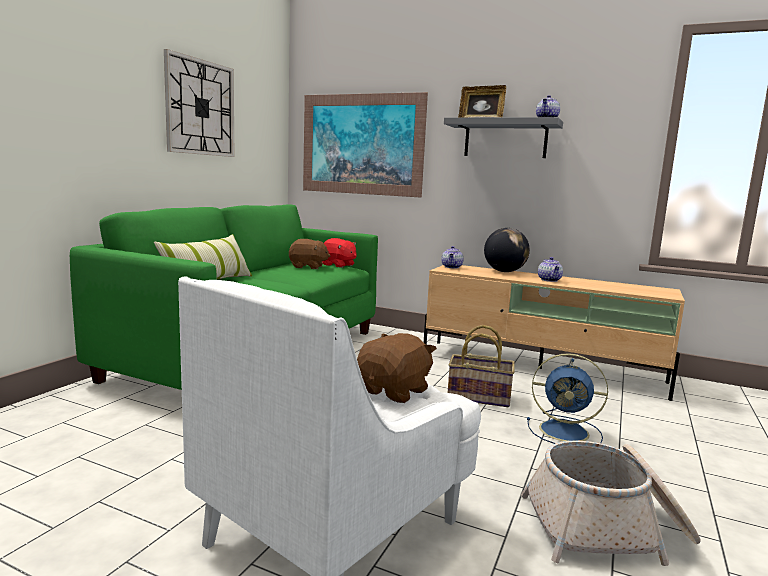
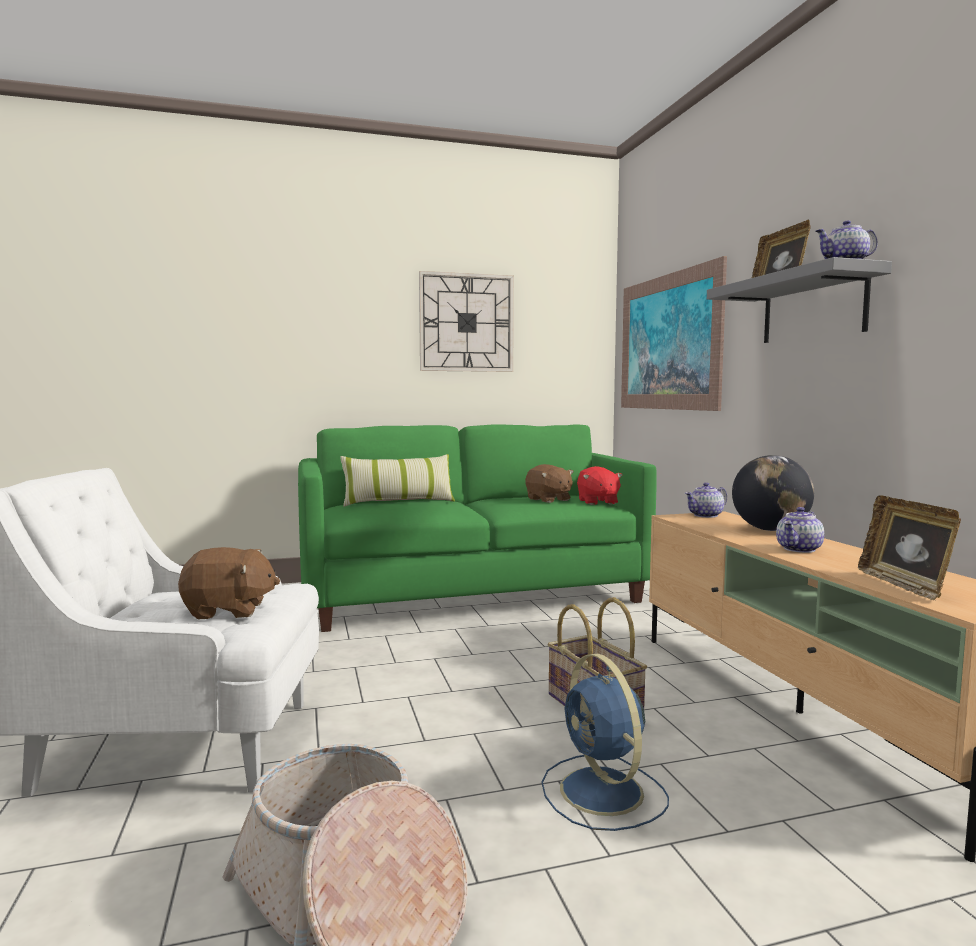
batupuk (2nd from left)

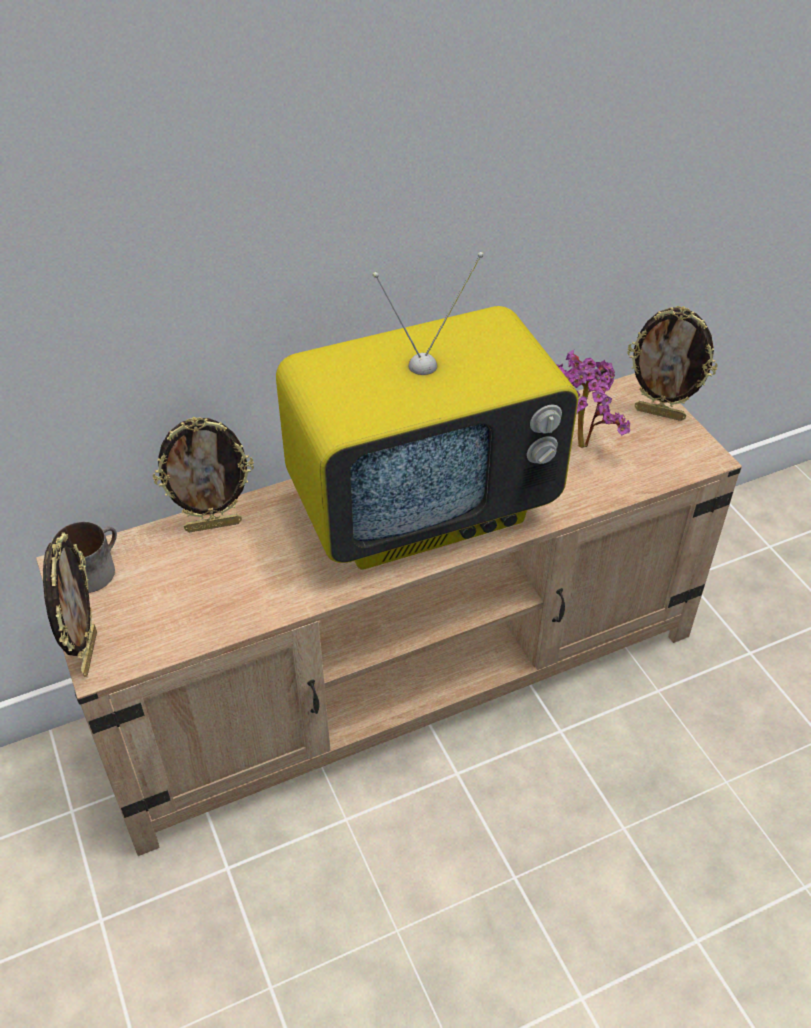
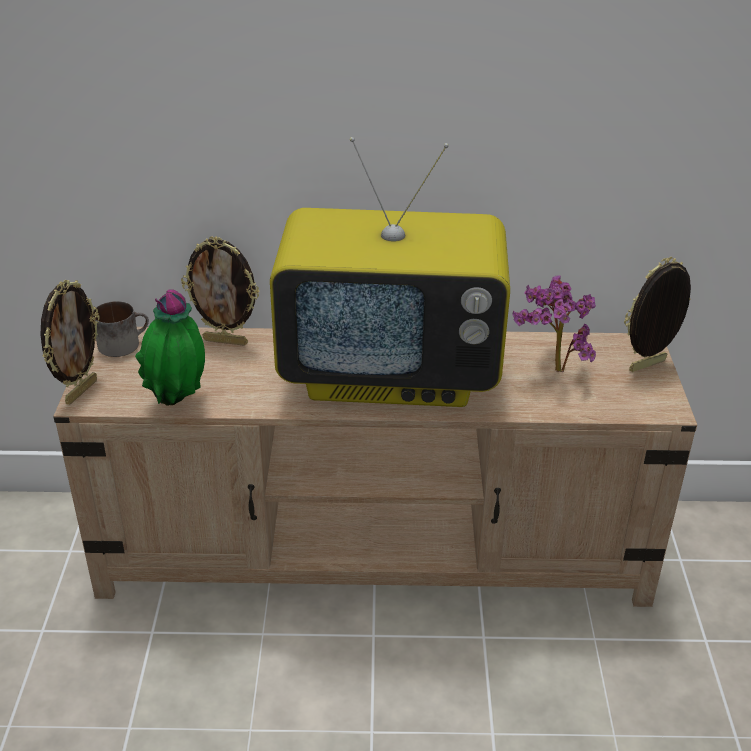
batupuk (3rd from left)
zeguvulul (1st from left)

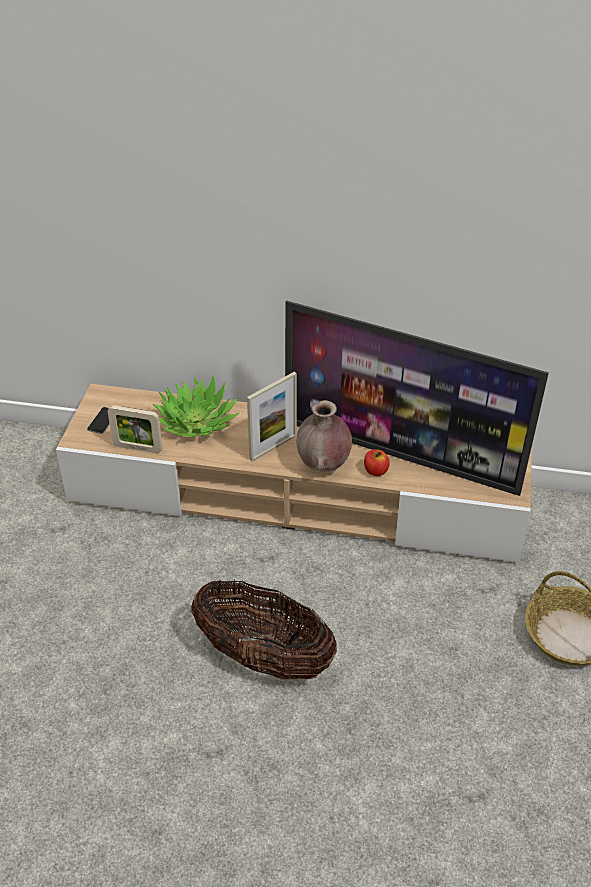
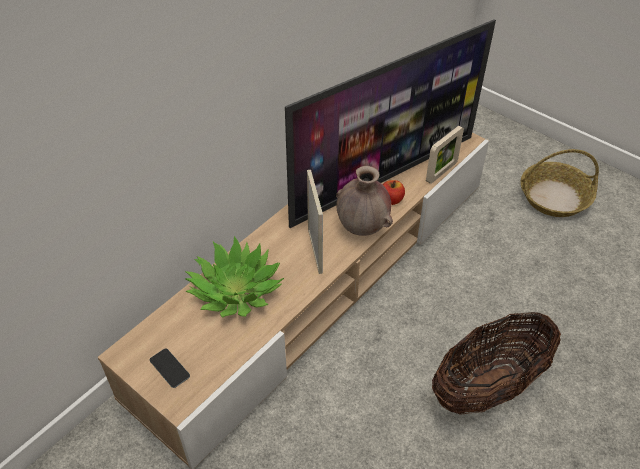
batupuk (2nd from left)

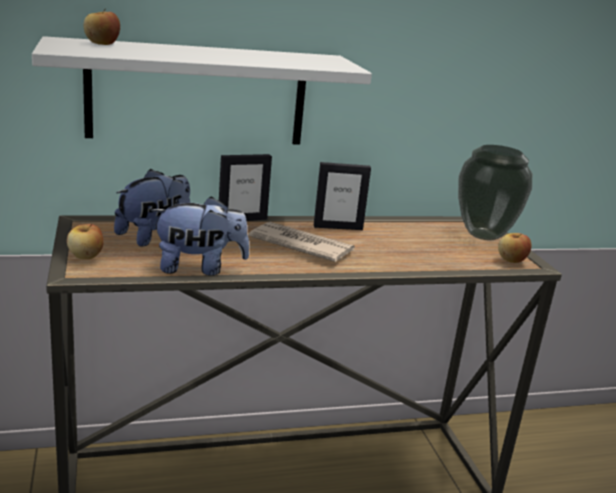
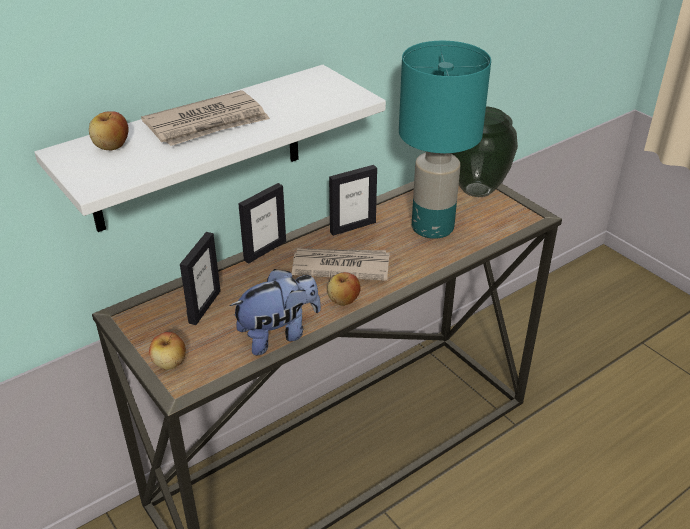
batupuk (1st from left)
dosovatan (3rd from left)
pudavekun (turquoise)
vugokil (1st from left)

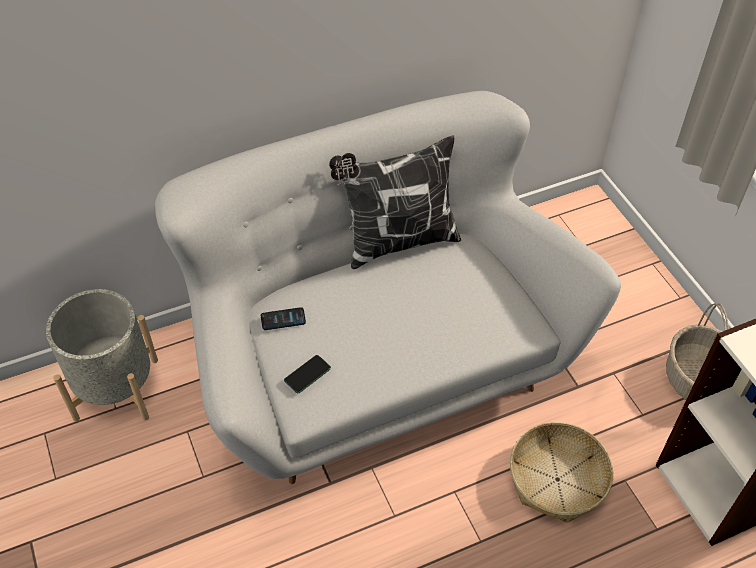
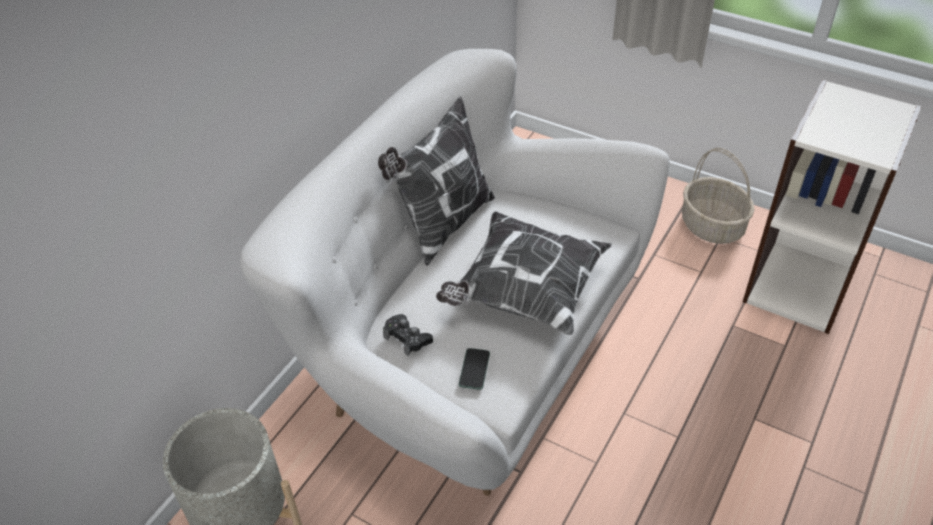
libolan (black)
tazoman (1st from left in the first image)
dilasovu (2nd from left)

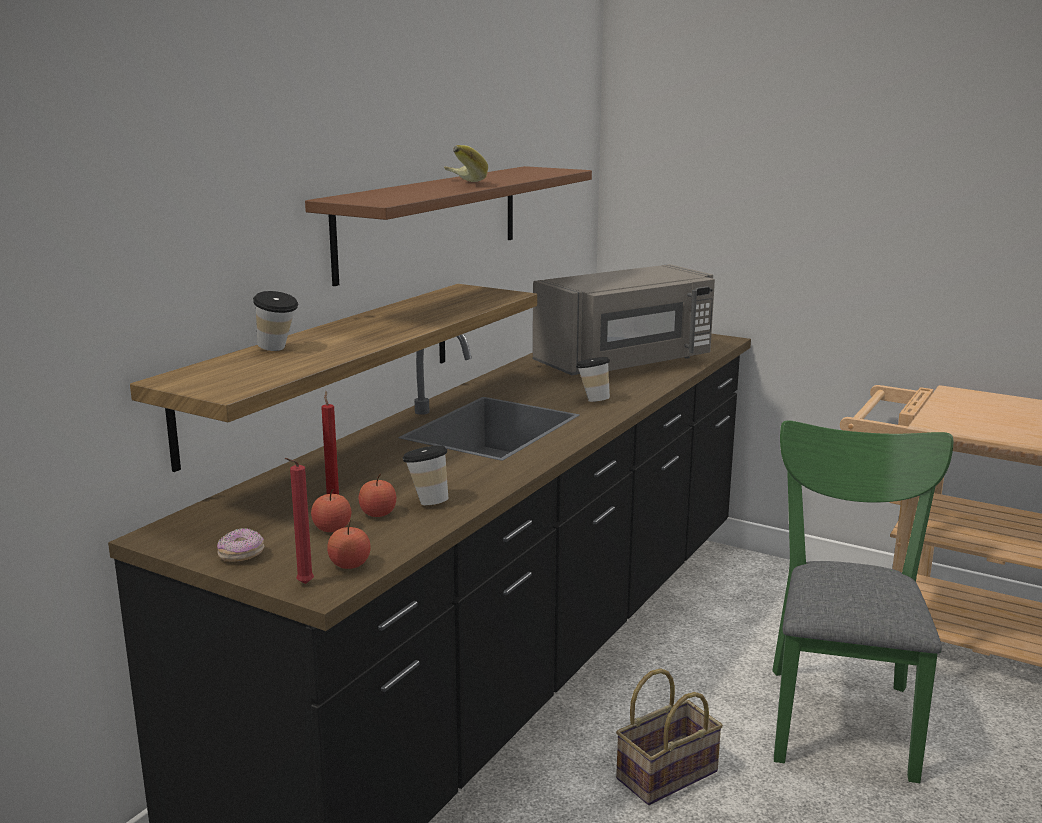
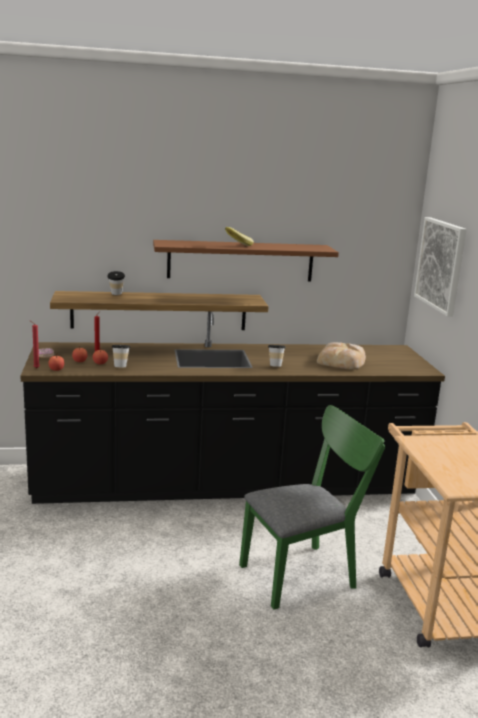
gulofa
tazoman
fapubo

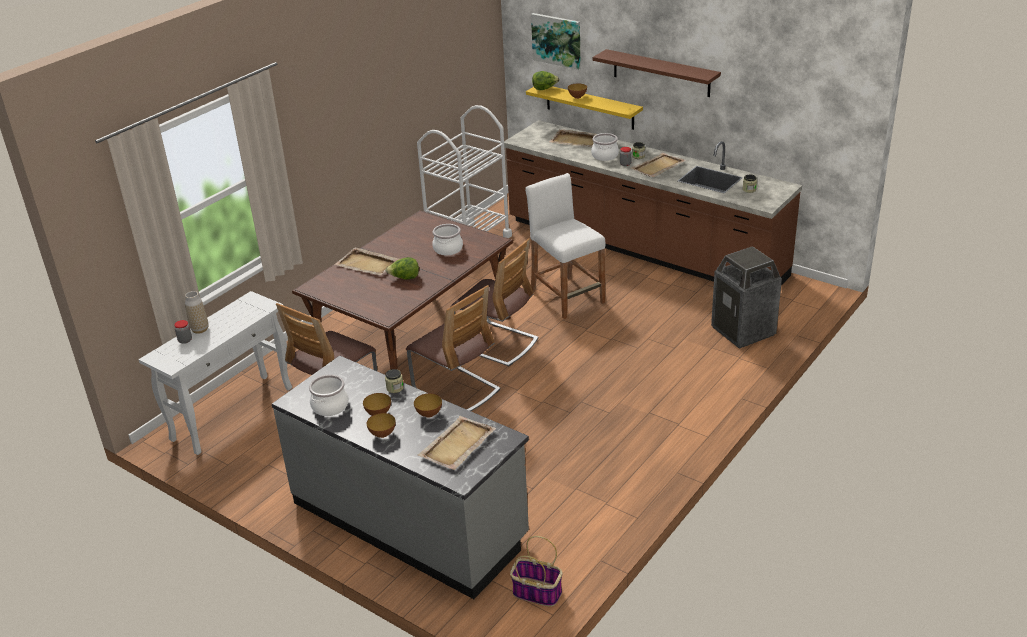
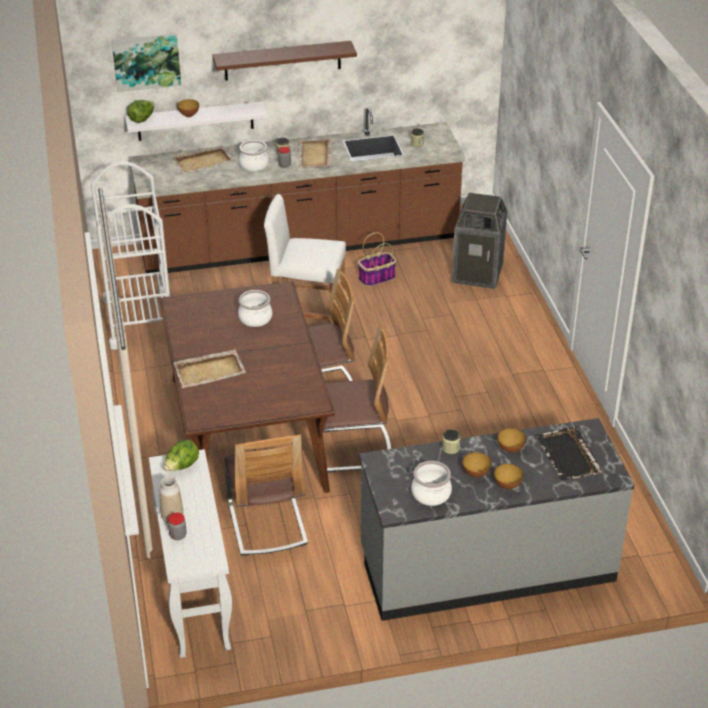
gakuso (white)
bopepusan (2nd from left)
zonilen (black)
tazoman

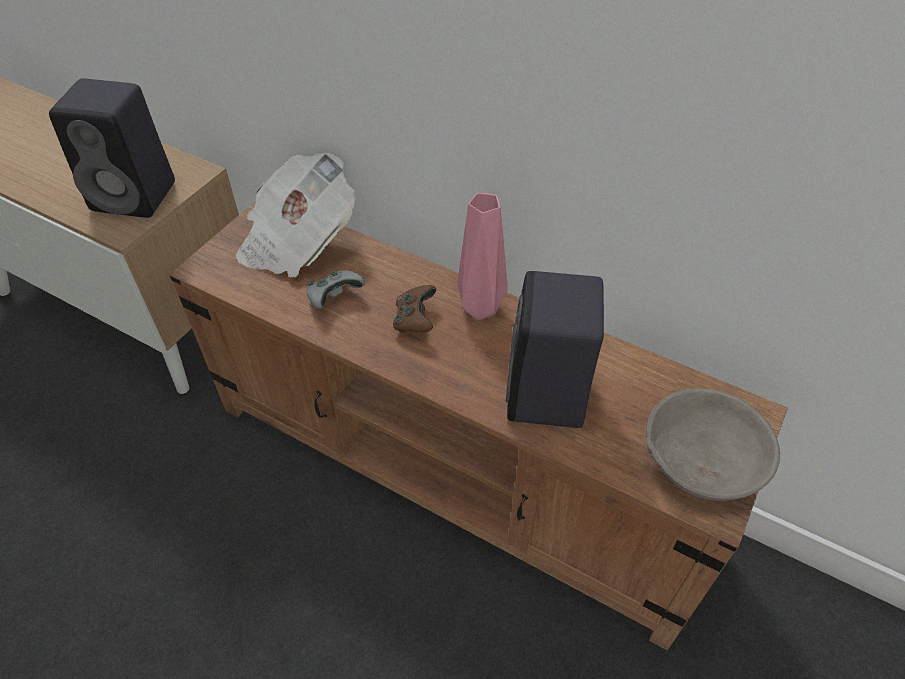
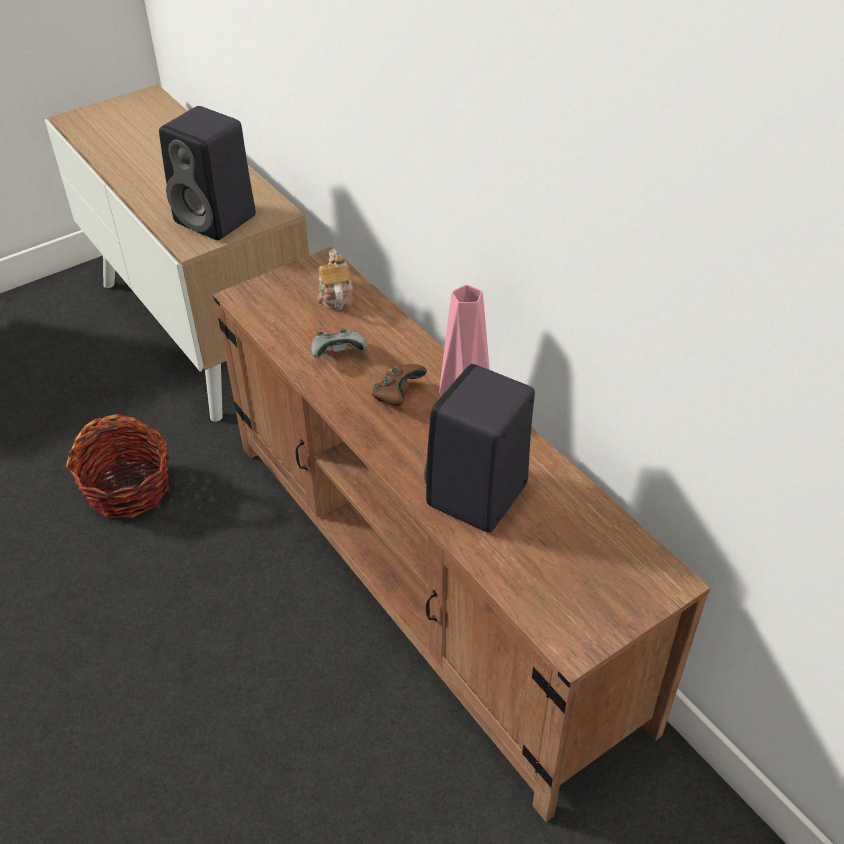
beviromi
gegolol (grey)
tazoman

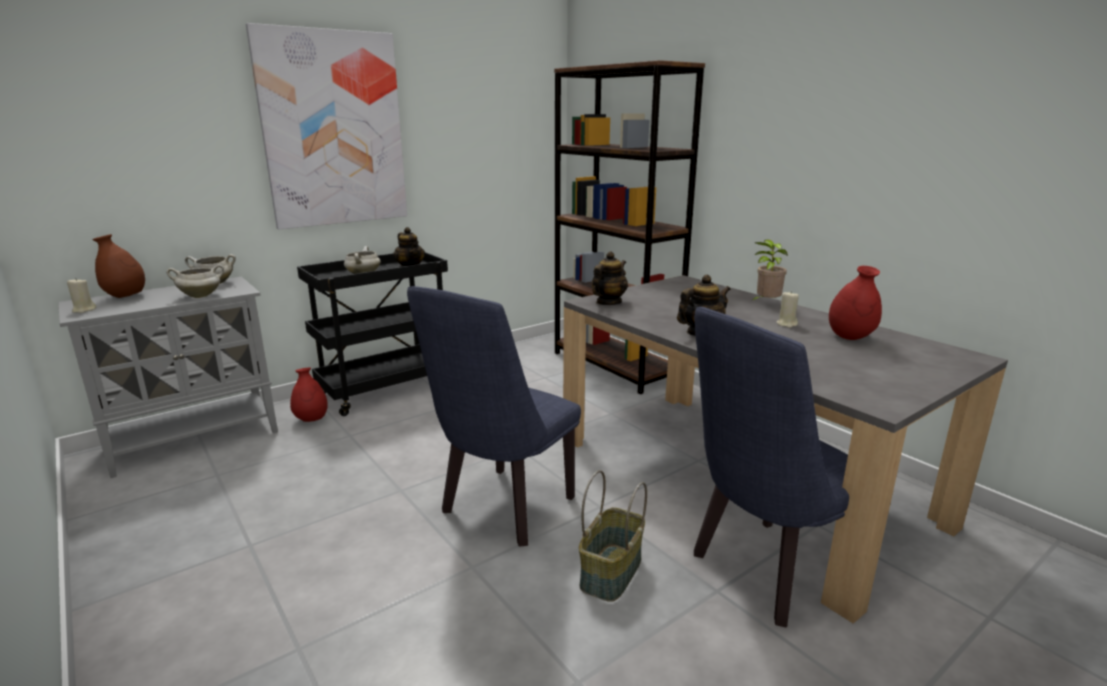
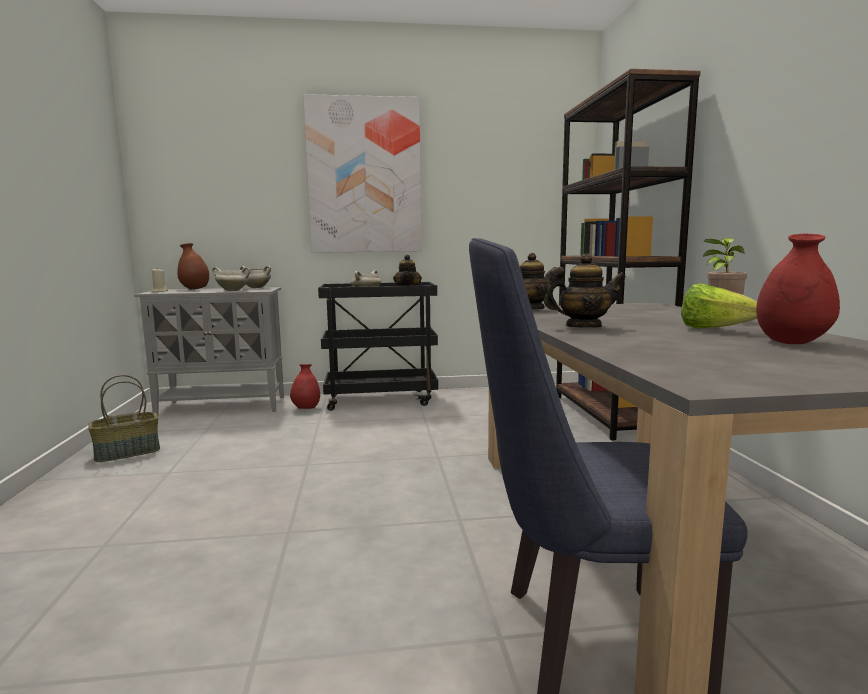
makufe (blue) (1st from left in the first image)
bopepusan
tazoman

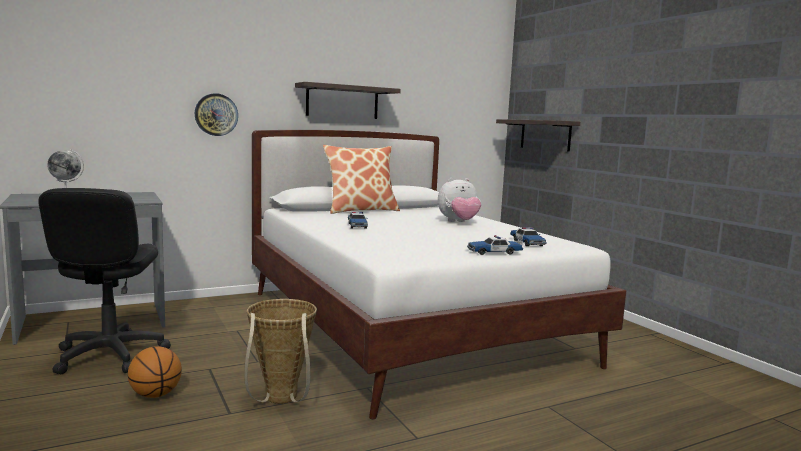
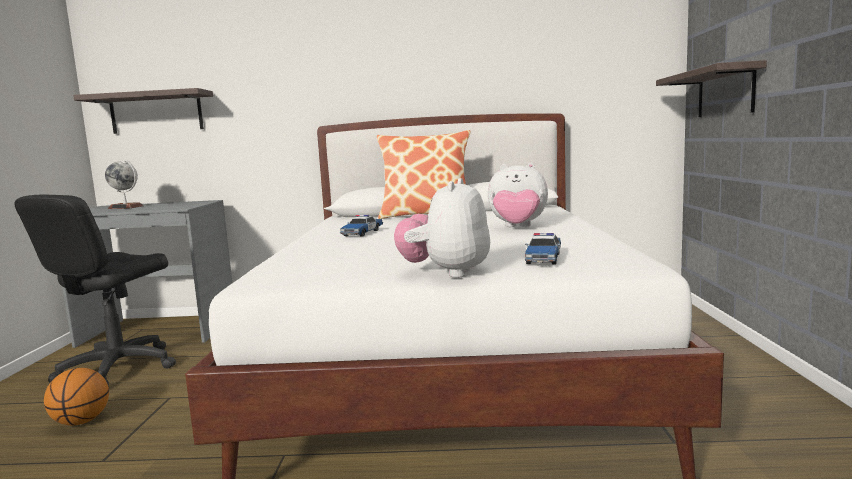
gakuso (1st from left)
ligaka
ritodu (1st from left)
tazoman

